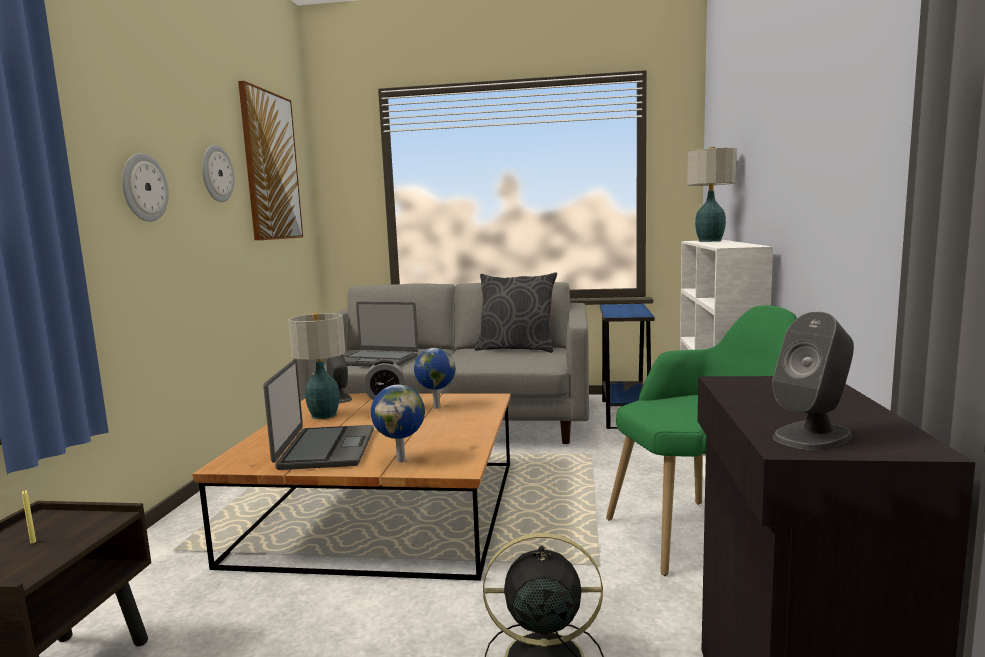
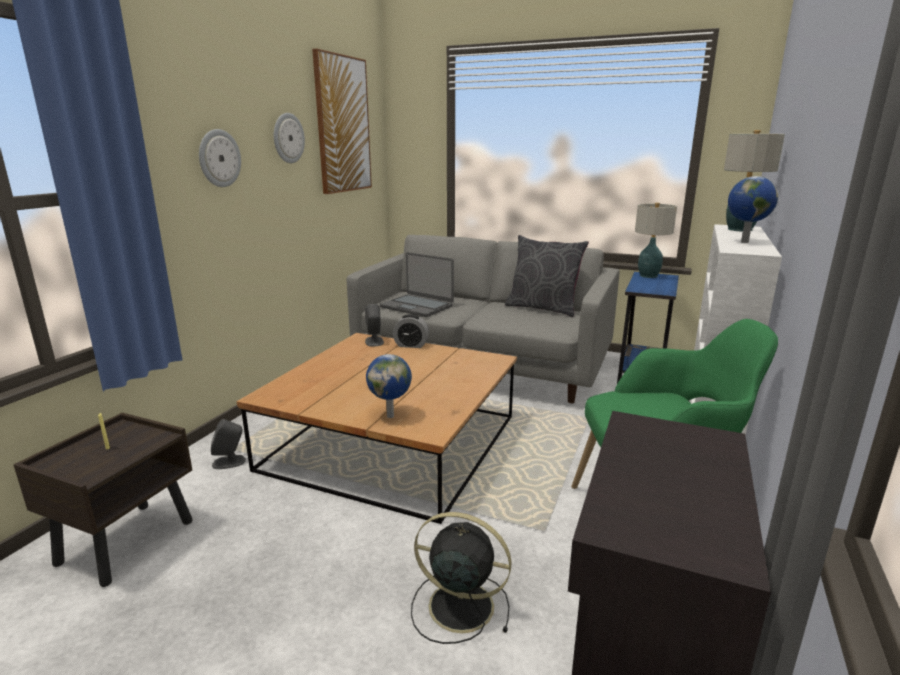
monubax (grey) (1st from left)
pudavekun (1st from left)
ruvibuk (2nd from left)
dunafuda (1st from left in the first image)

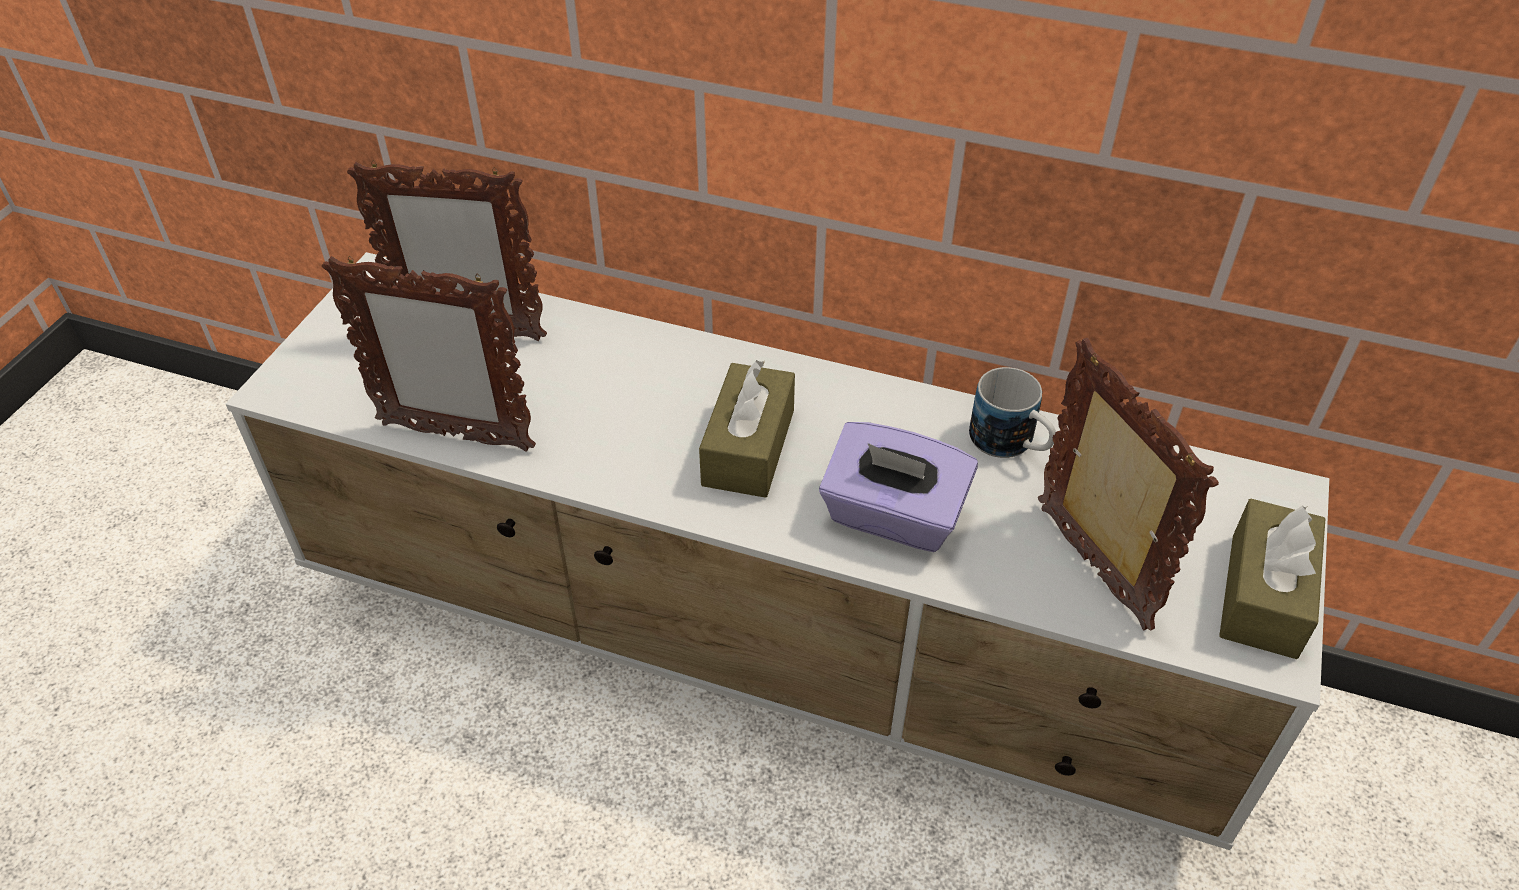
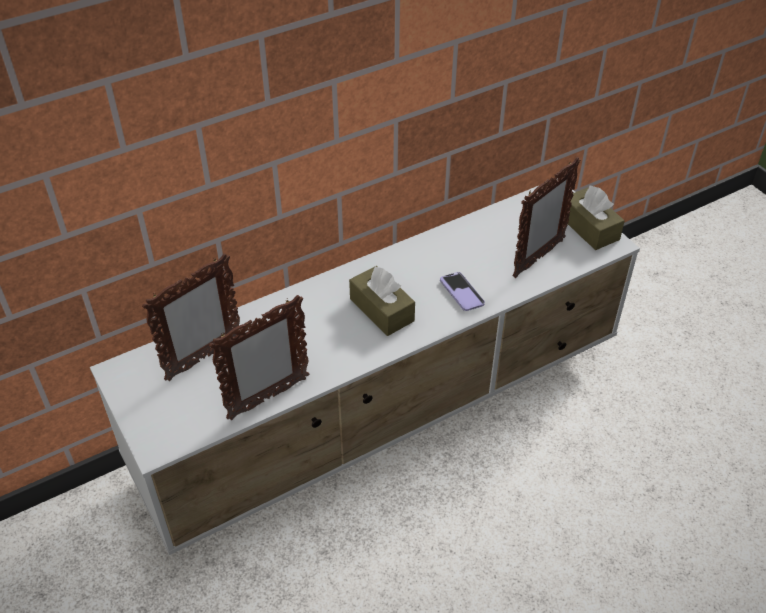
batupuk (3rd from left)
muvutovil
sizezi

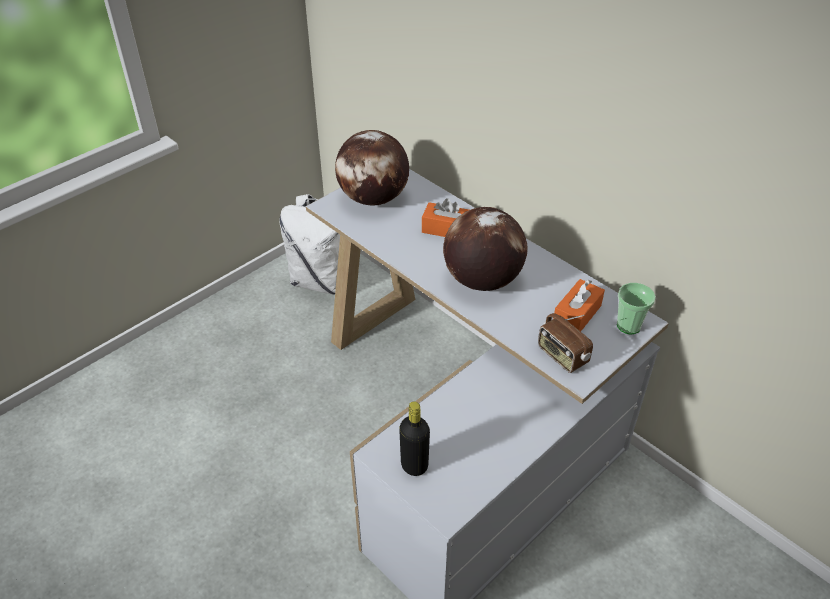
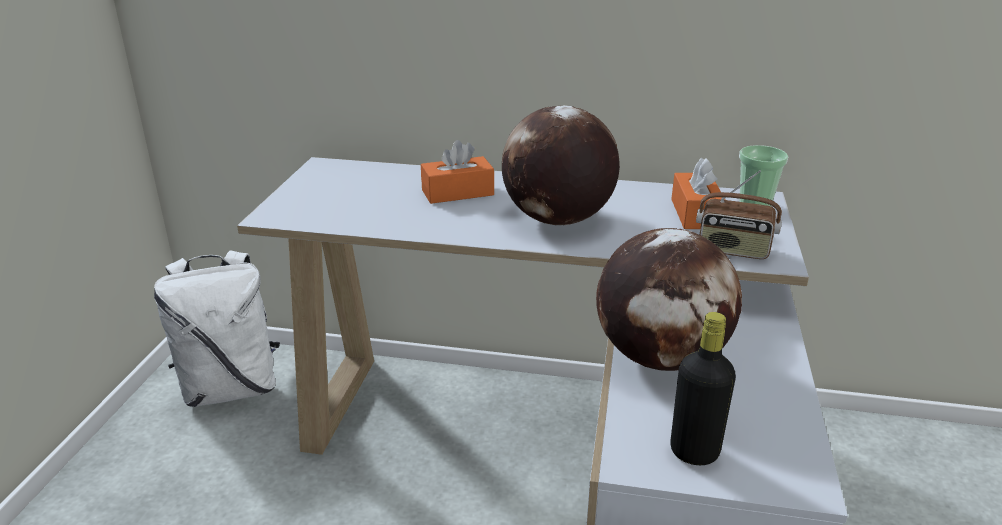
ruvibuk (2nd from left)

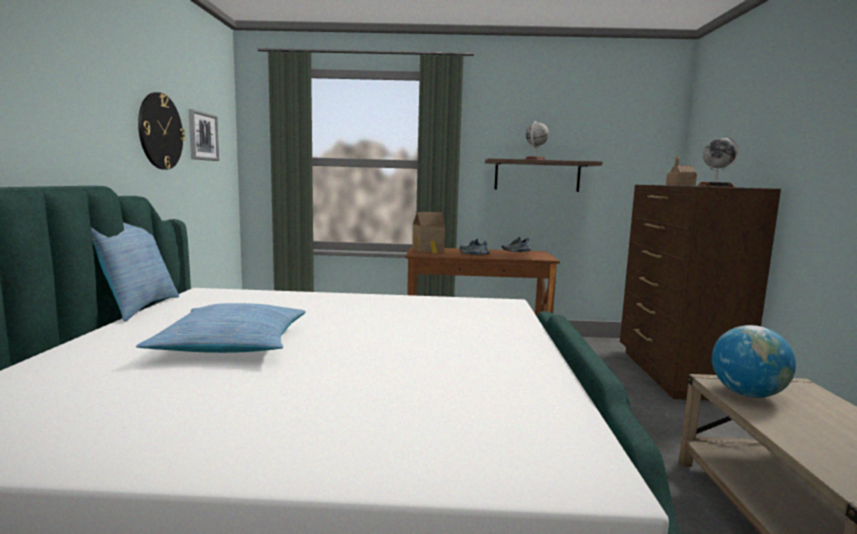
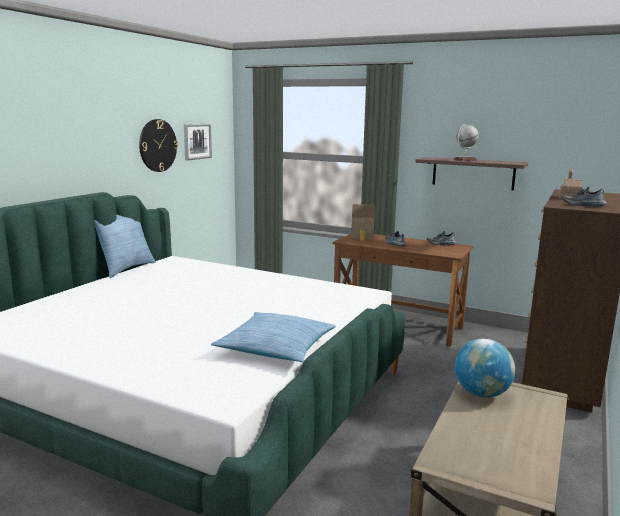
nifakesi (3rd from left)
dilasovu (2nd from left)

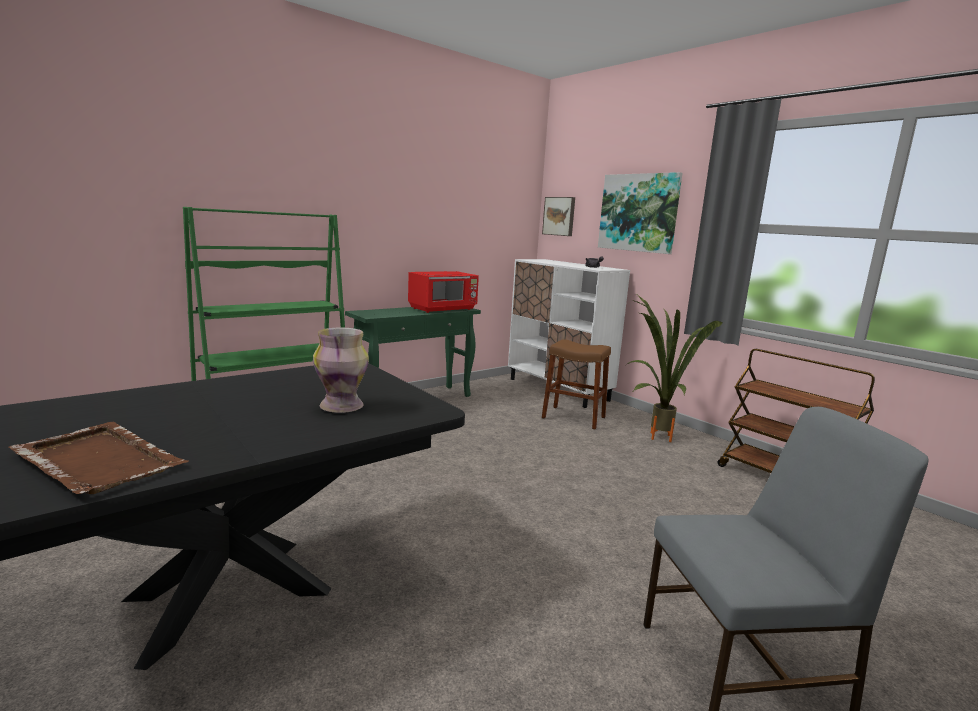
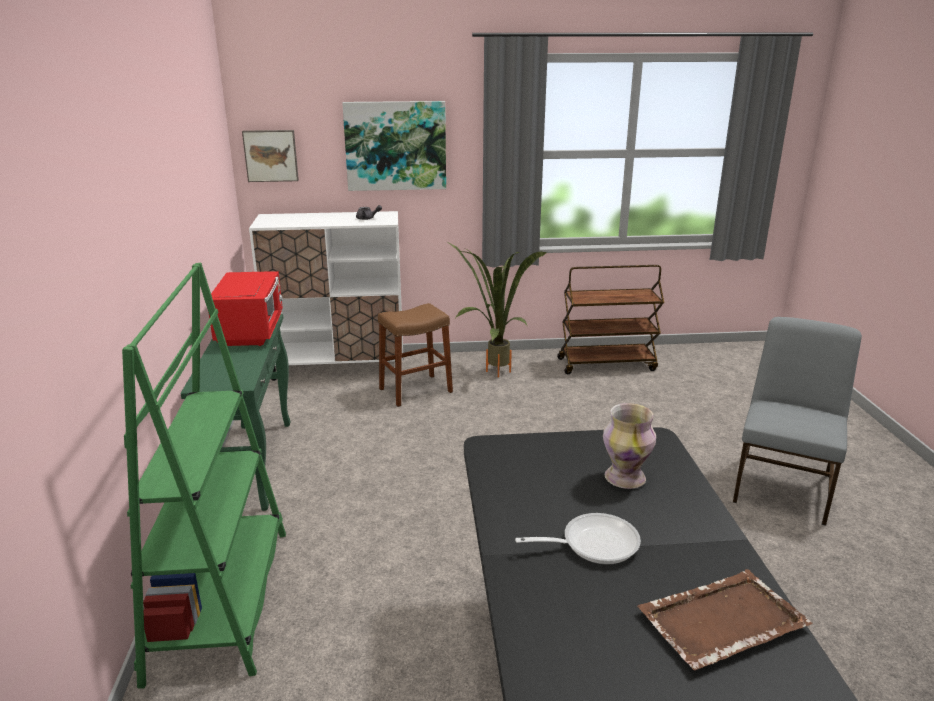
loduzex

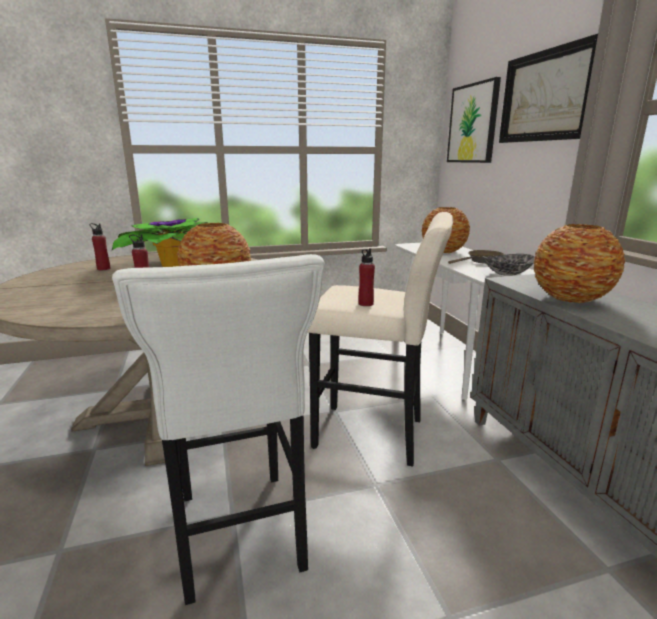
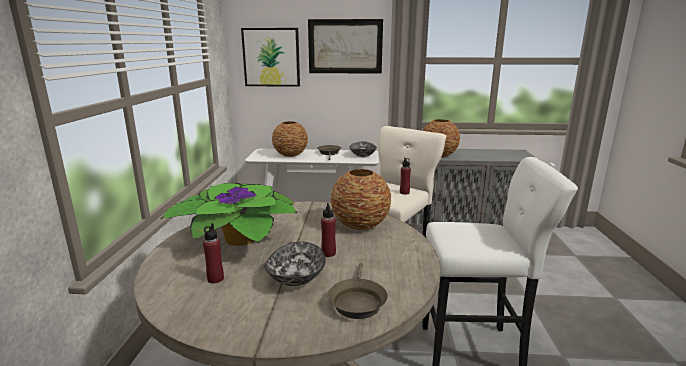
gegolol (1st from left)
loduzex (brown) (2nd from left)

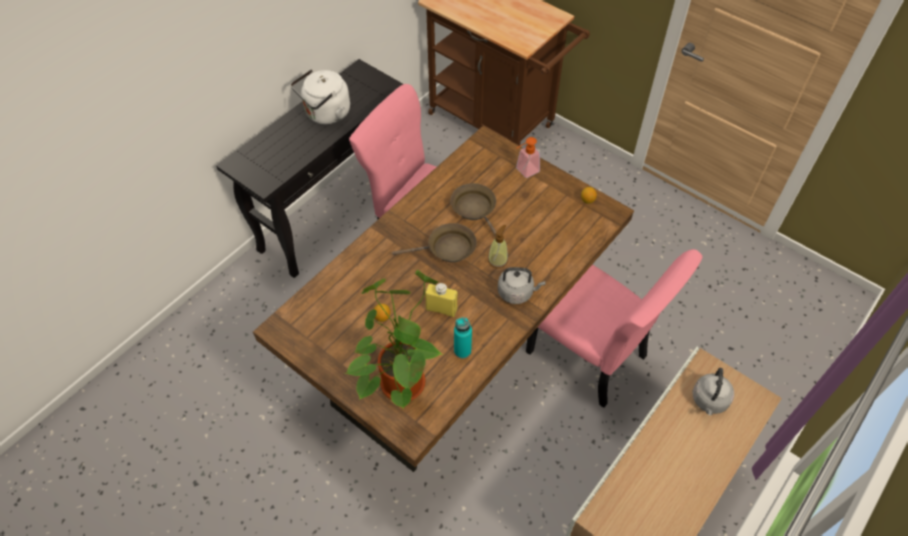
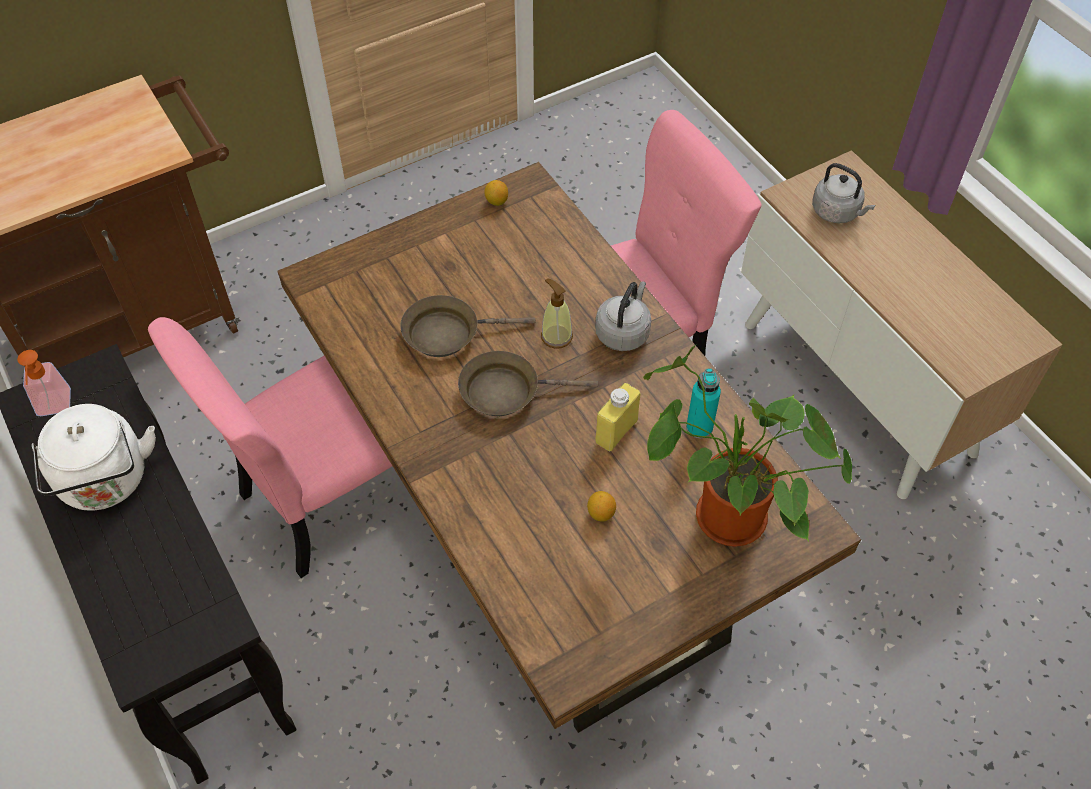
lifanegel (1st from left)
loduzex (brown) (2nd from left)

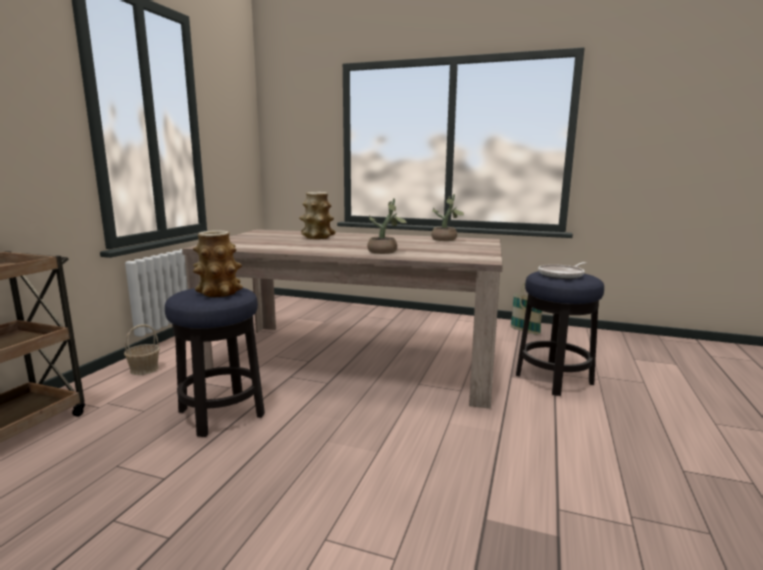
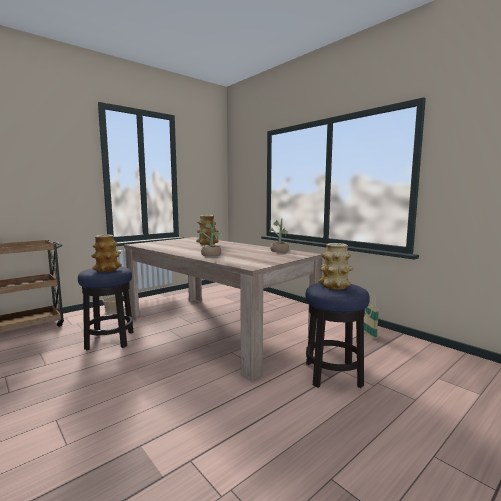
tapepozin (3rd from left)

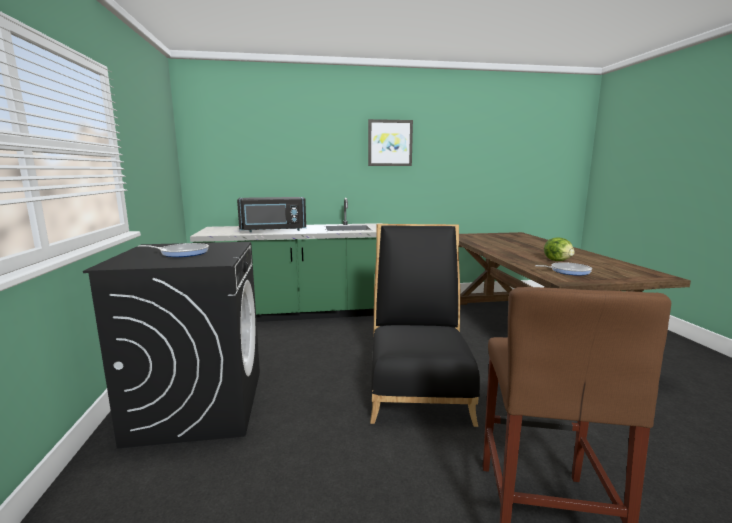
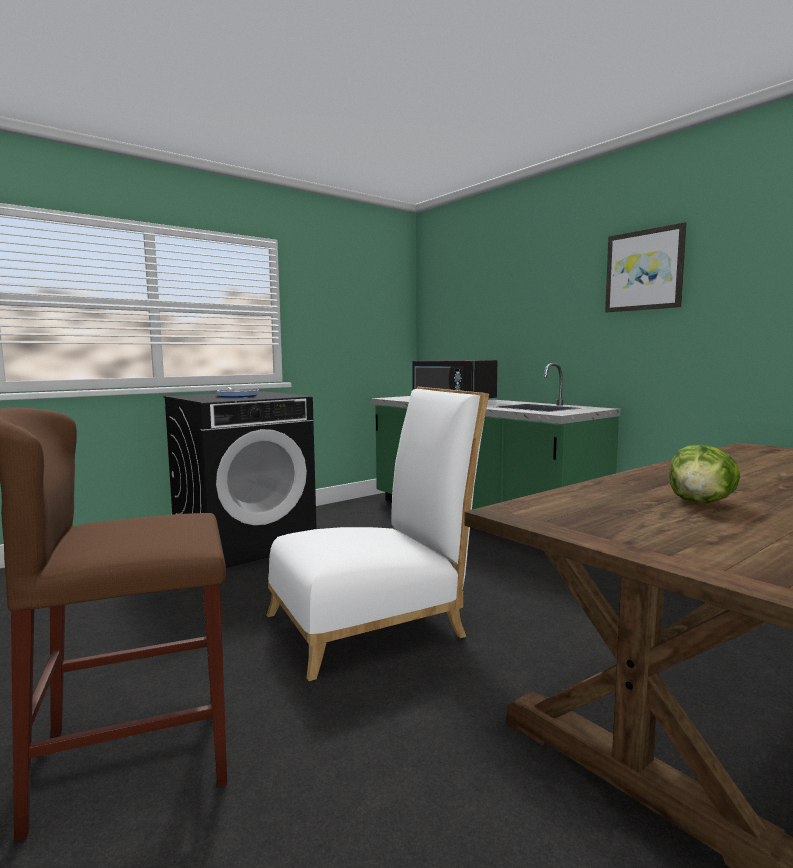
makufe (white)
loduzex (2nd from left in the first image)

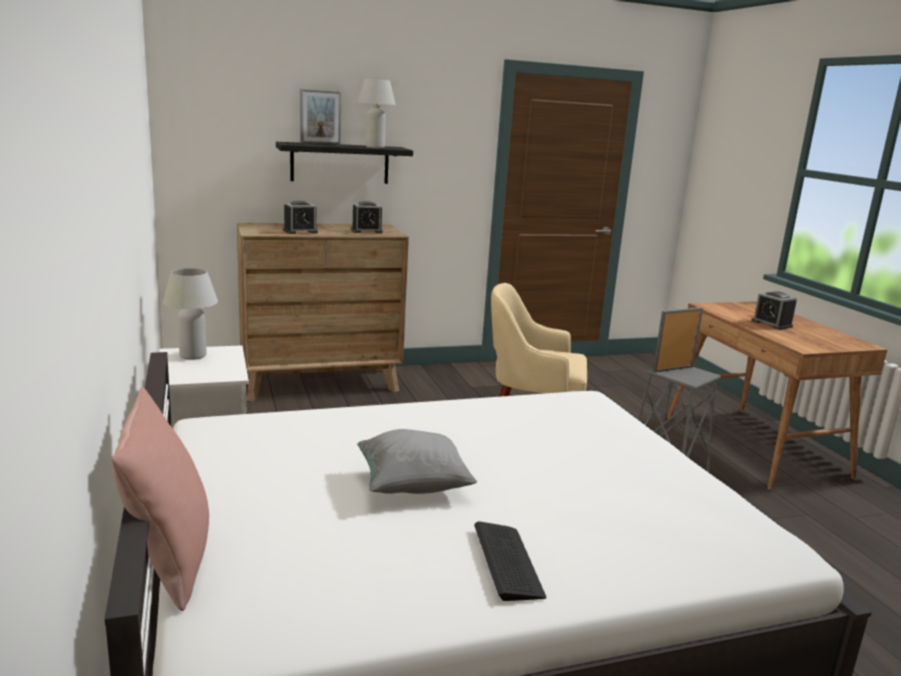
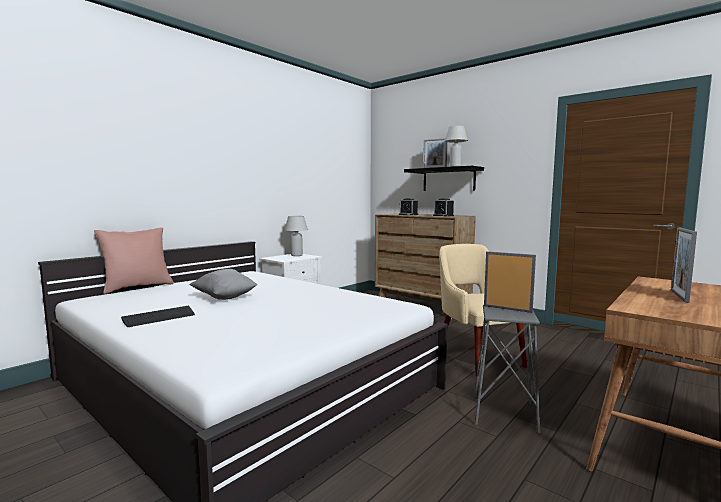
batupuk (3rd from left)

